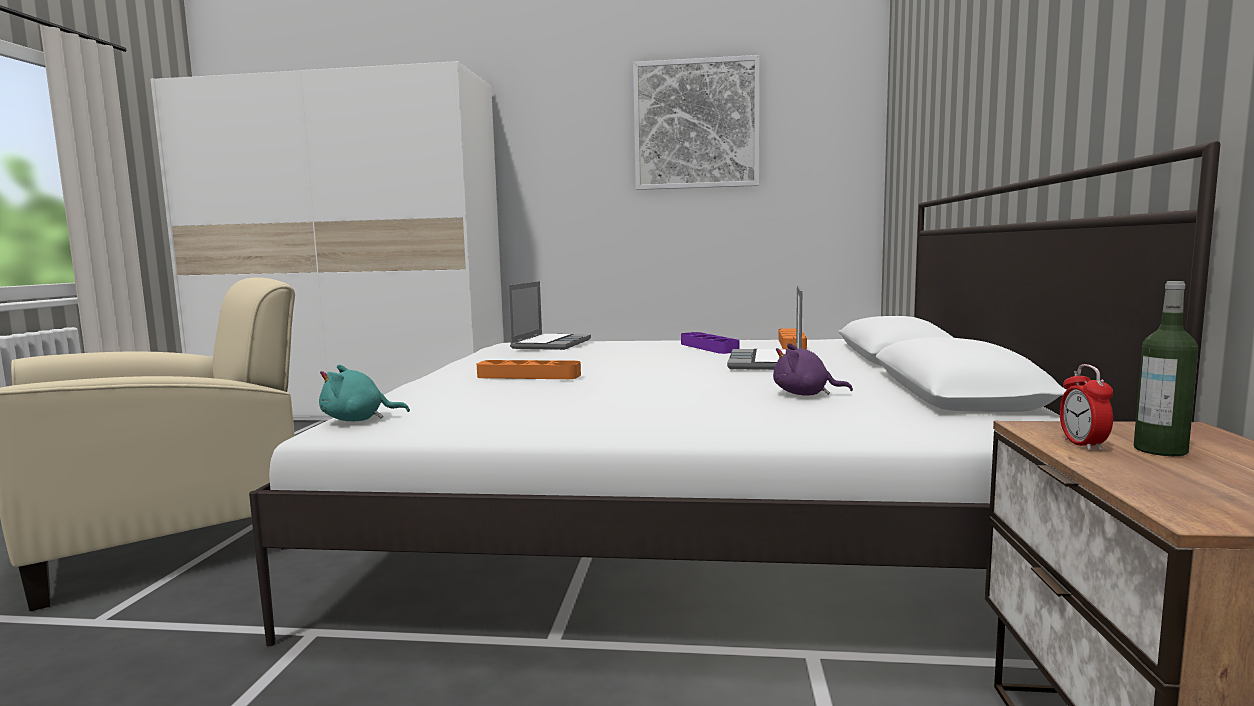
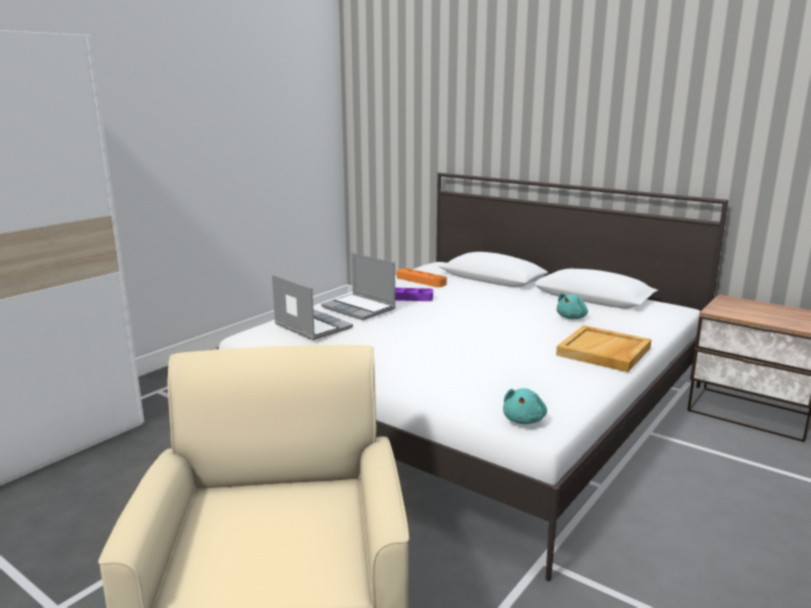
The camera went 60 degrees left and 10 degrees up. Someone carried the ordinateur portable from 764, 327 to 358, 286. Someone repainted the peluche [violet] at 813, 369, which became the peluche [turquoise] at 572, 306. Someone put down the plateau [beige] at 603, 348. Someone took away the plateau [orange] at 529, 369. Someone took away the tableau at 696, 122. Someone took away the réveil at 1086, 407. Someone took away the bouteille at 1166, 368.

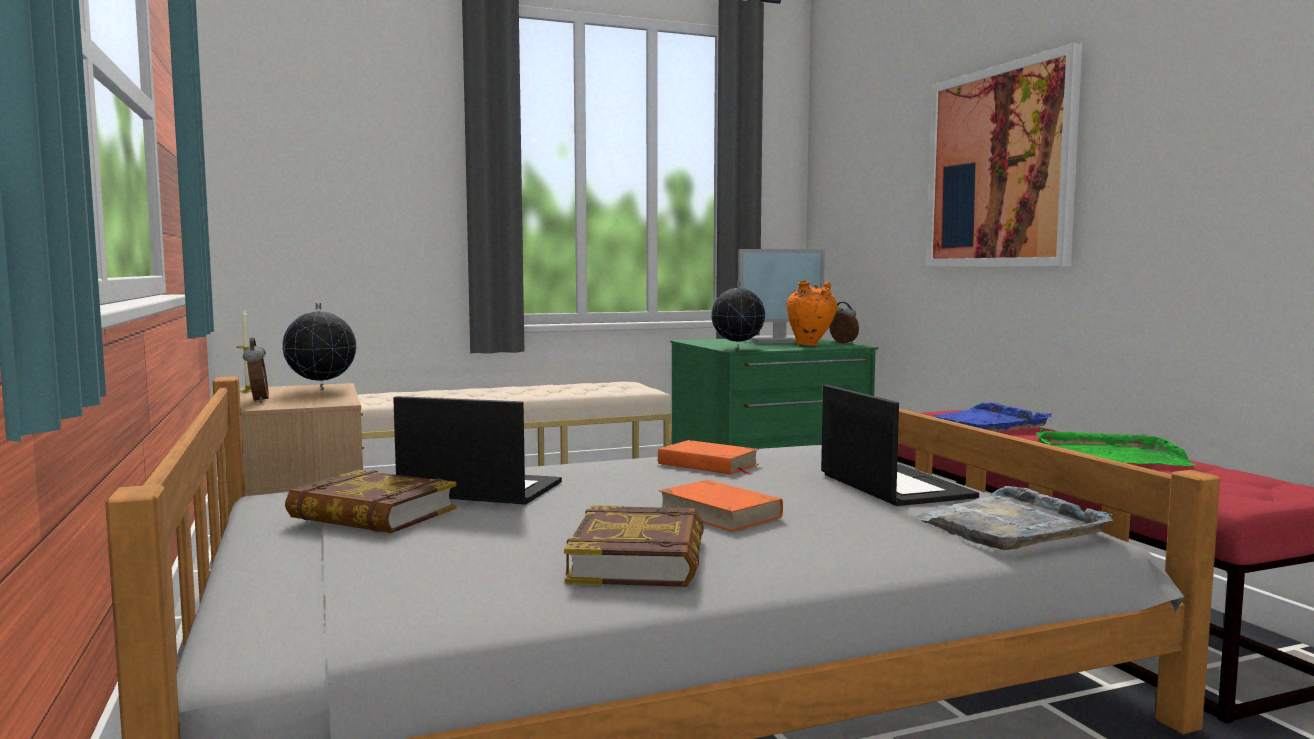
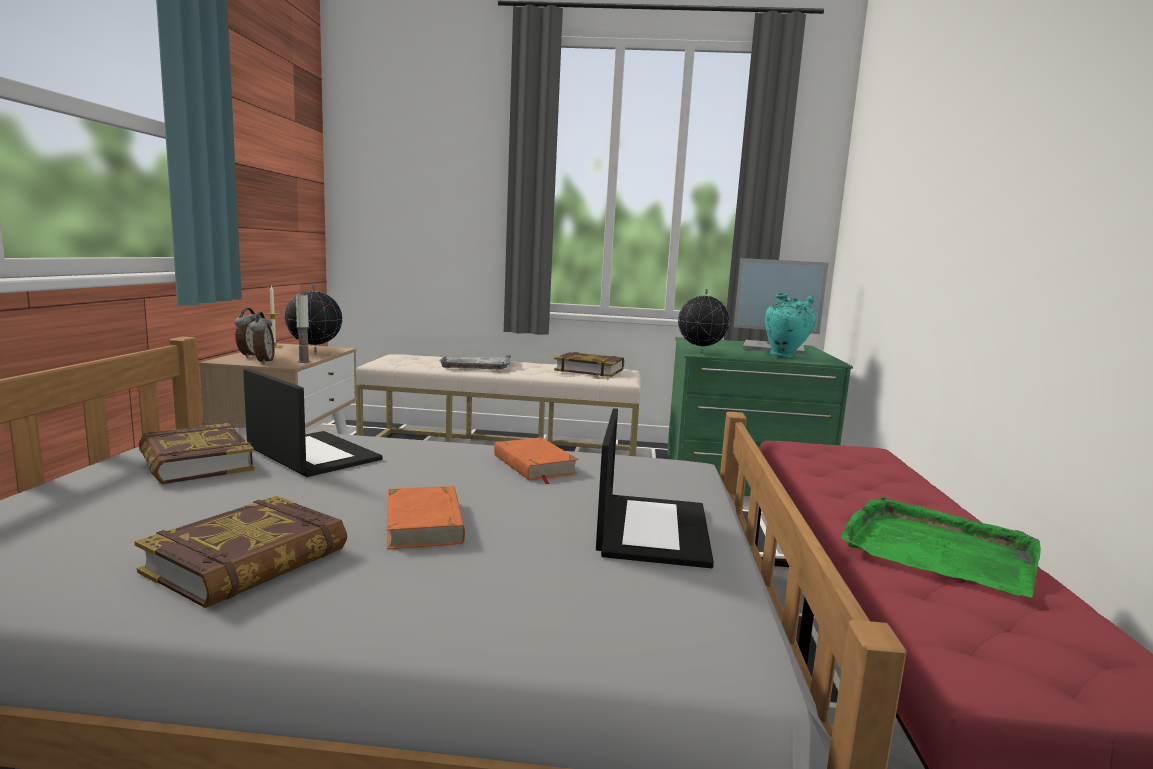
The camera went 25 degrees right and 5 degrees up. Someone carried the réveil from 844, 323 to 262, 338. Someone put down the bougie at 303, 328. Someone carried the plateau [gris] from 1012, 518 to 476, 362. Someone put down the livre at 589, 364. Someone repainted the vase [orange] at 812, 313, which became the vase [turquoise] at 791, 325. Someone took away the tableau at 1004, 155. Someone took away the plateau [bleu] at 992, 417.

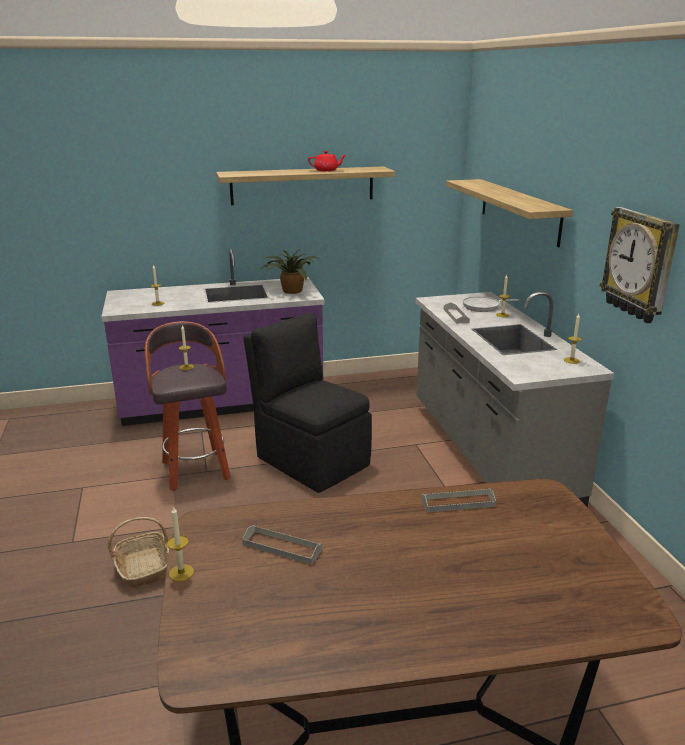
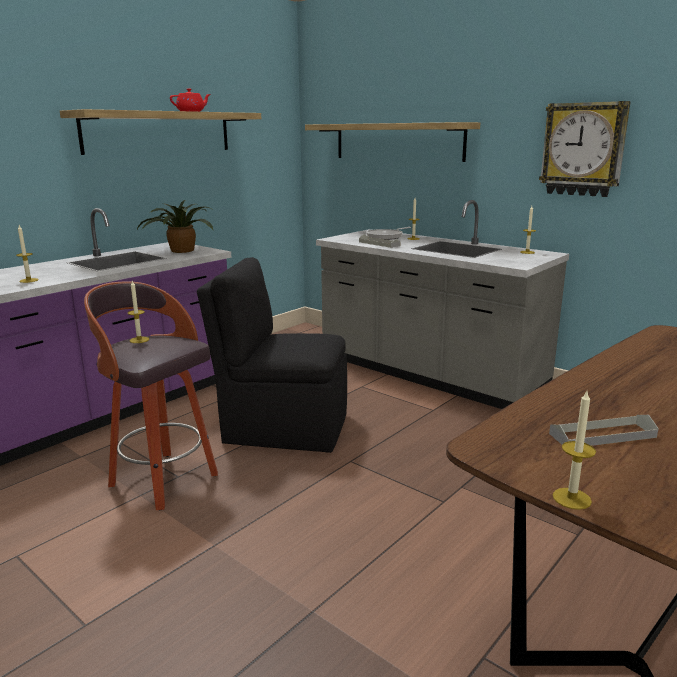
The camera went 35 degrees left and 5 degrees down. Someone took away the panier at 138, 552. Someone took away the plateau [gris] at 459, 500.

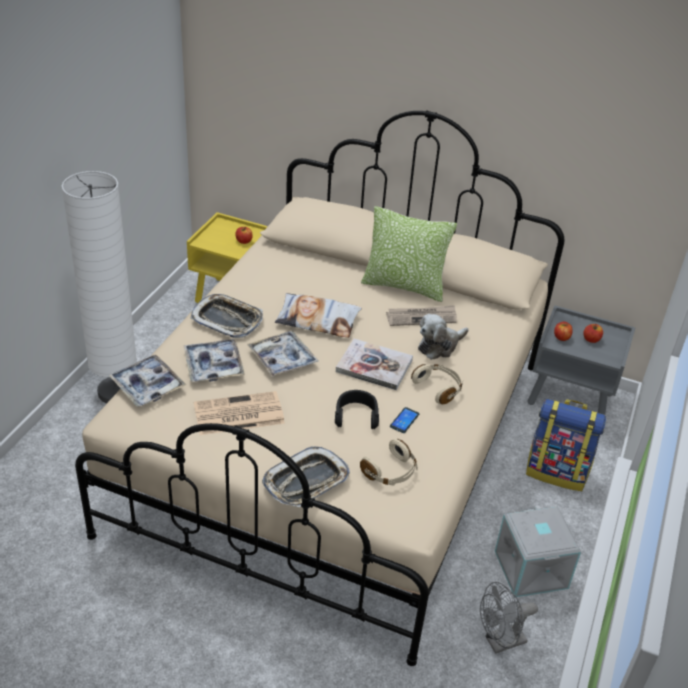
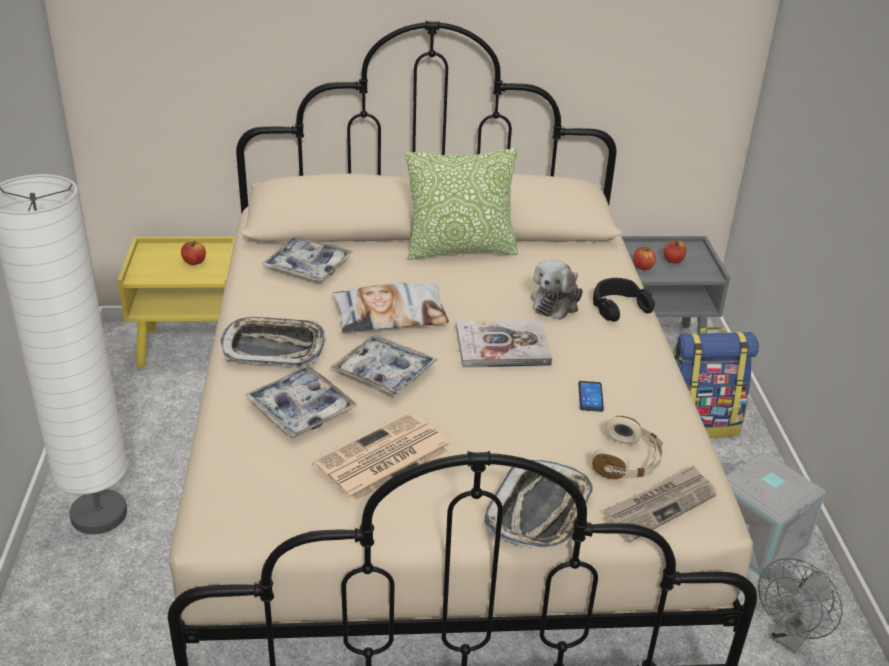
The camera went 25 degrees left and 5 degrees down. Someone carried the plateau from 147, 381 to 307, 259. Someone carried the casque audio [noir] from 357, 409 to 624, 300. Someone carried the journal from 421, 315 to 660, 504. Someone took away the casque audio [beige] at 437, 384.

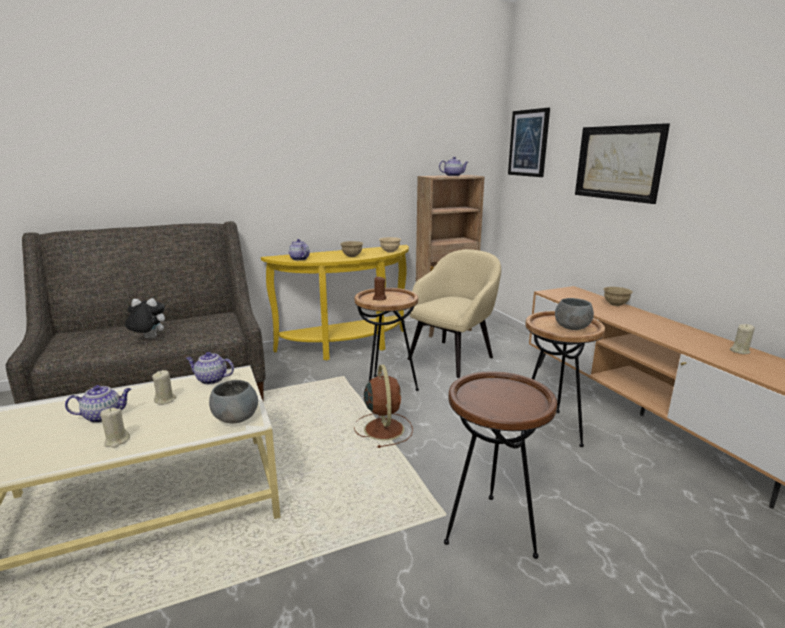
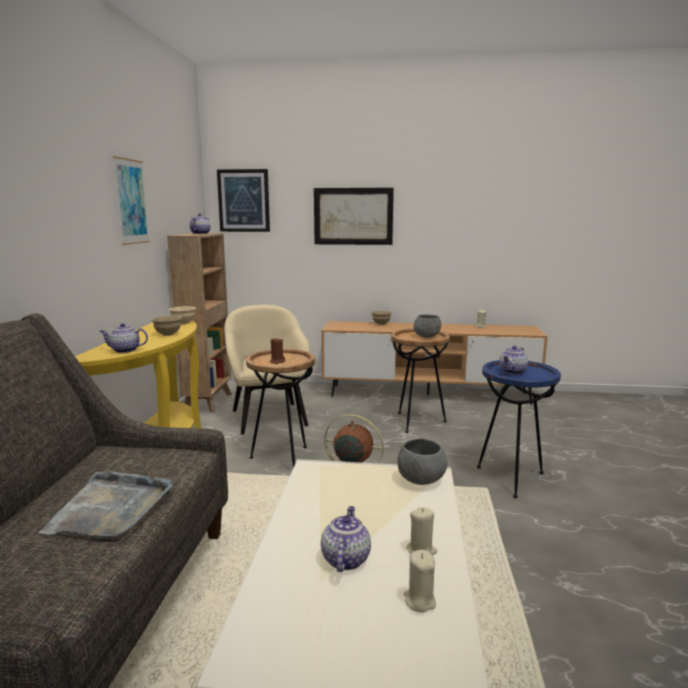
The camera went 60 degrees left and 5 degrees down. Someone swapped the peluche at 145, 318 for the plateau [gris] at 105, 506. Someone put up the tableau at 131, 200. Someone carried the bougie [beige] from 164, 387 to 420, 581. Someone repainted the table d'appoint [marron] at 500, 465, which became the table d'appoint [bleu] at 519, 429. Someone carried the théière from 210, 368 to 513, 360.

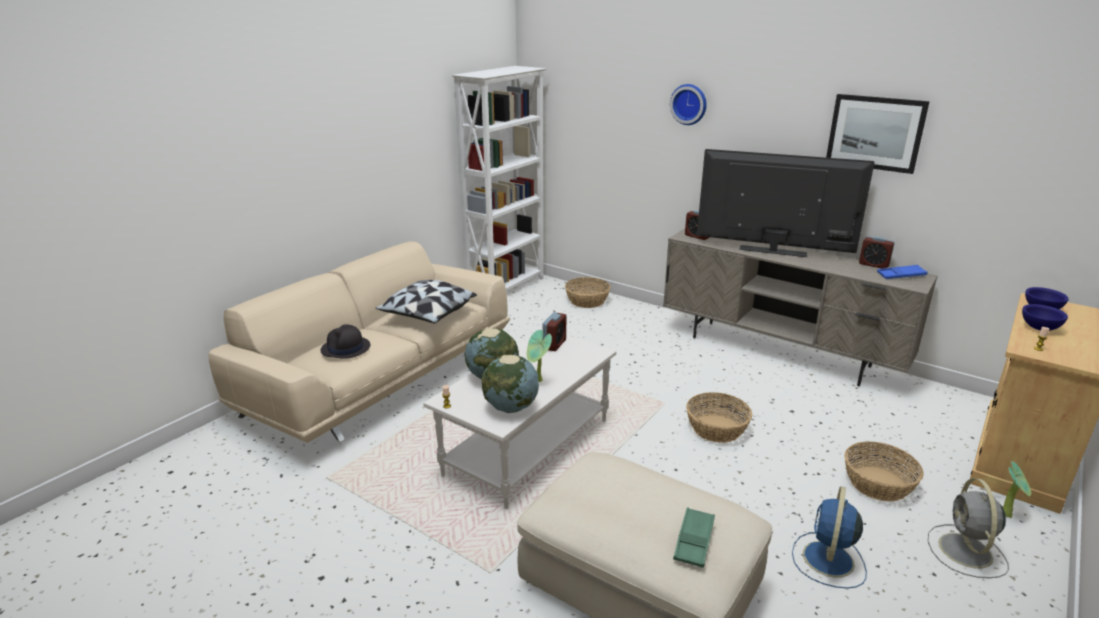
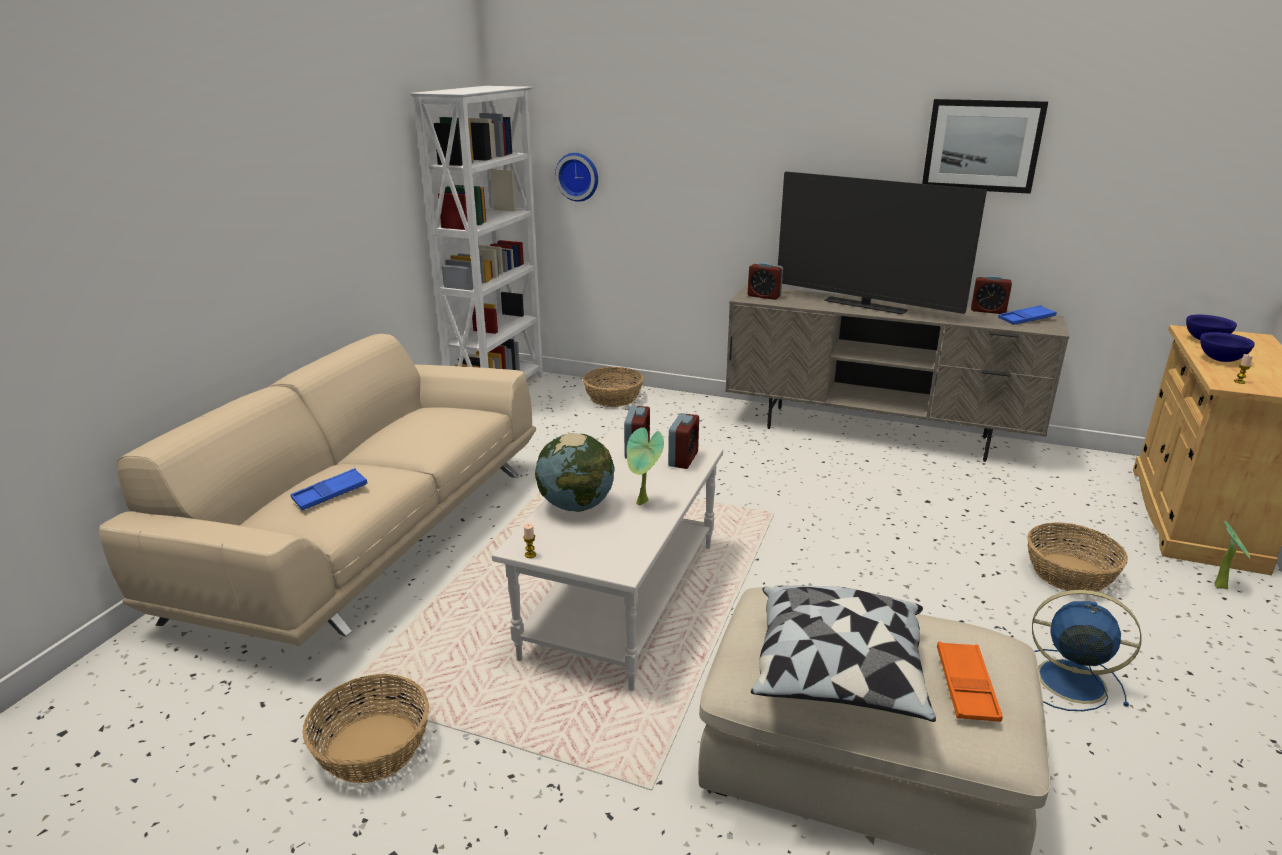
The camera went 15 degrees left and 0 degrees up. Someone swapped the chapeau [noir] at 345, 341 for the plateau [bleu] at 328, 489. Someone carried the panier from 719, 417 to 365, 728. Someone carried the horloge murale from 688, 104 to 576, 177. Someone put down the réveil at 683, 441. Someone carried the coussin from 426, 302 to 843, 653. Someone rotated the téléviseur at 786, 203 by 150 degrees counterclockwise. Someone repainted the plateau [vert] at 694, 537, which became the plateau [orange] at 970, 682. Someone rotated the ventilateur [bleu] at 829, 537 by 105 degrees clockwise. Someone took away the globe at 510, 384. Someone took away the ventilateur [gris] at 968, 528.

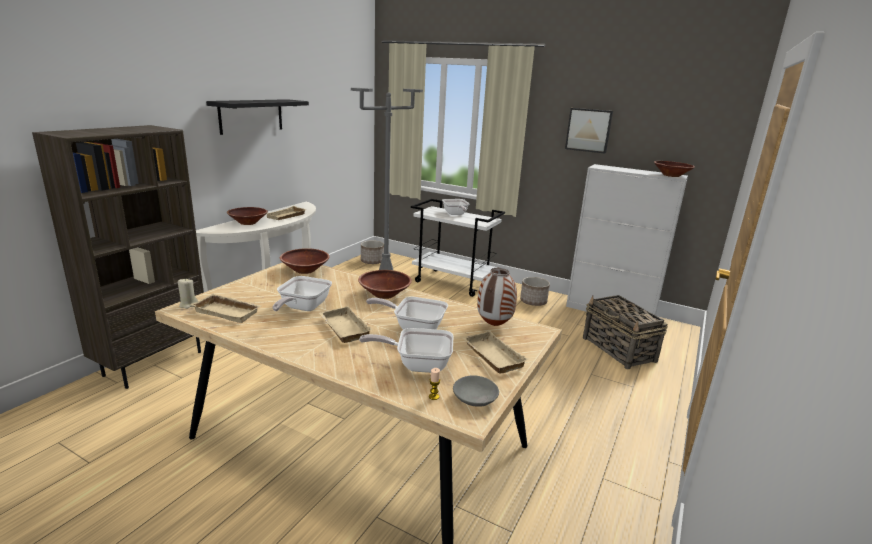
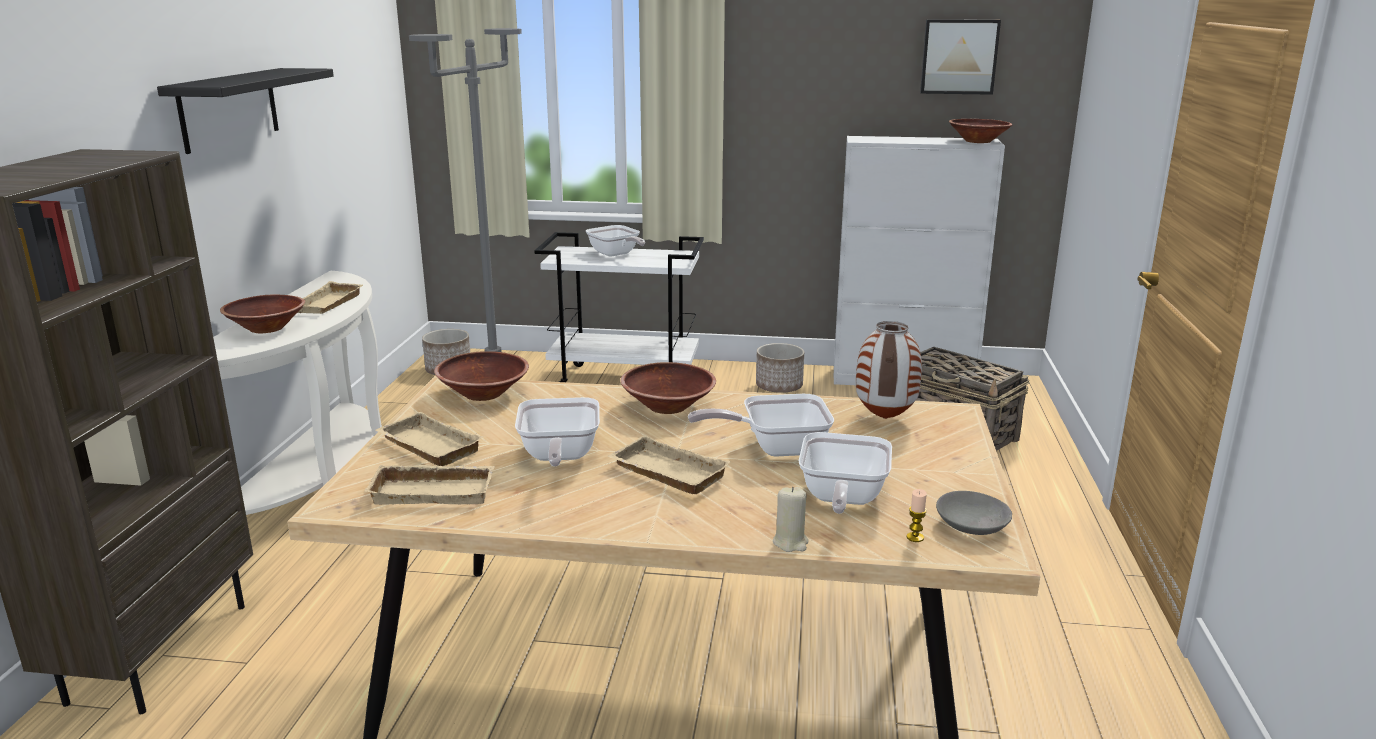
The camera went 20 degrees left and 0 degrees up. Someone carried the plateau [beige] from 495, 352 to 429, 439. Someone carried the bougie [beige] from 188, 294 to 791, 519. Someone rotated the poêle at 406, 350 by 60 degrees counterclockwise. Someone carried the tableau from 589, 131 to 960, 57.

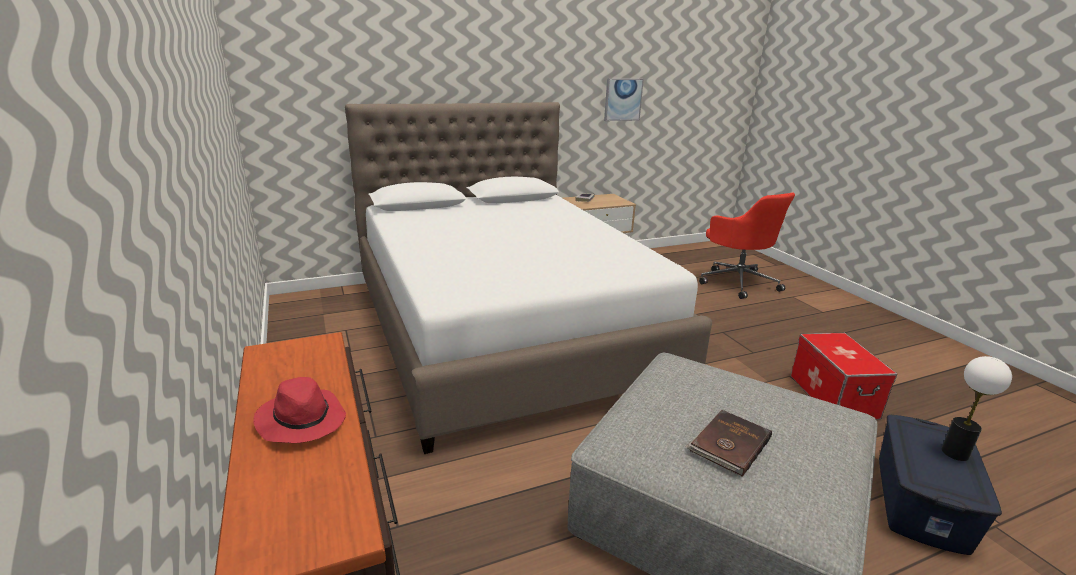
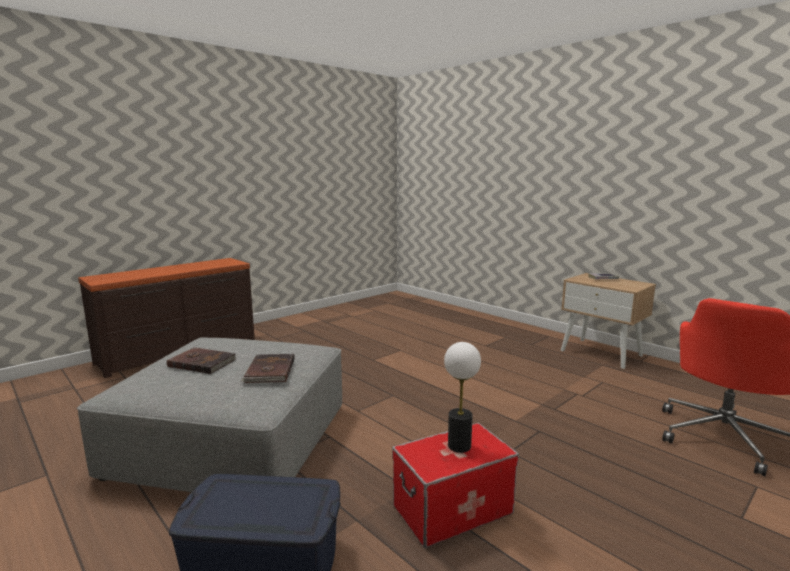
The camera went 70 degrees right and 10 degrees down. Someone put down the livre [marron] at 268, 368. Someone carried the lampe de table from 976, 408 to 462, 397. Someone took away the chapeau [rouge] at 299, 410. Someone took away the lit [blanc] at 528, 278. Someone took away the tableau at 624, 99.

